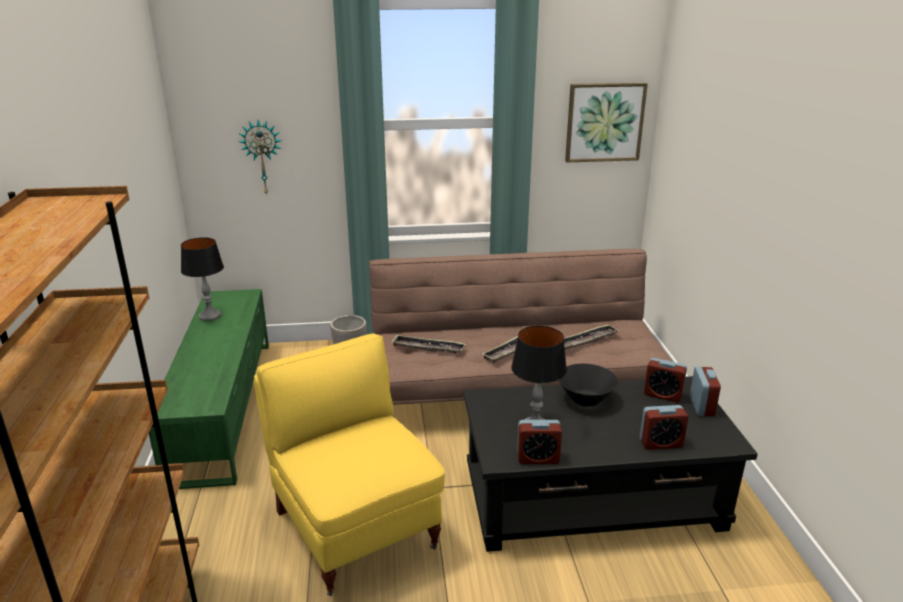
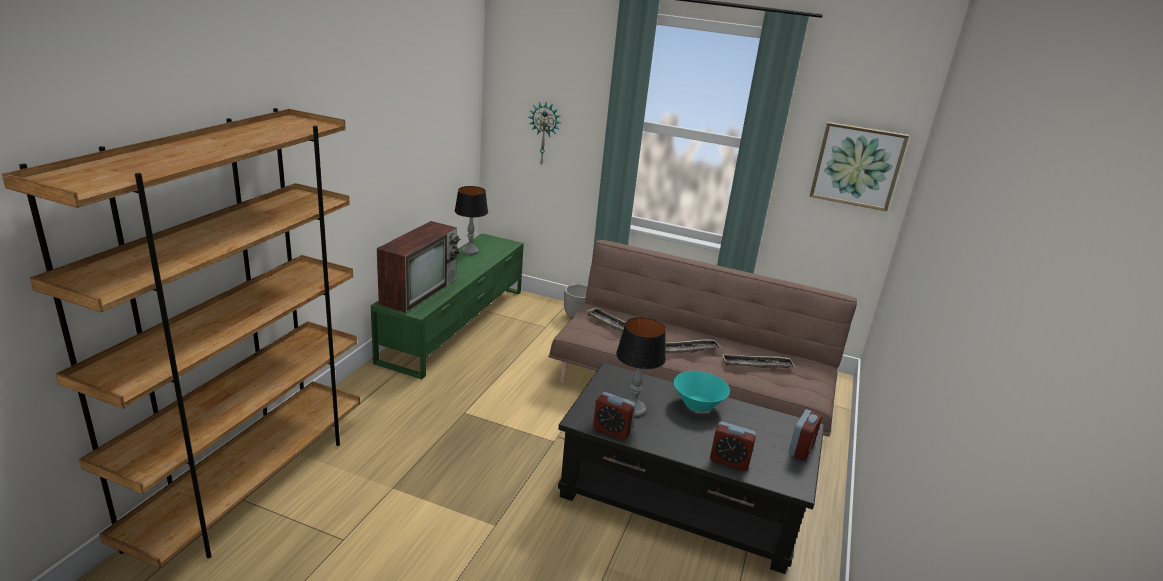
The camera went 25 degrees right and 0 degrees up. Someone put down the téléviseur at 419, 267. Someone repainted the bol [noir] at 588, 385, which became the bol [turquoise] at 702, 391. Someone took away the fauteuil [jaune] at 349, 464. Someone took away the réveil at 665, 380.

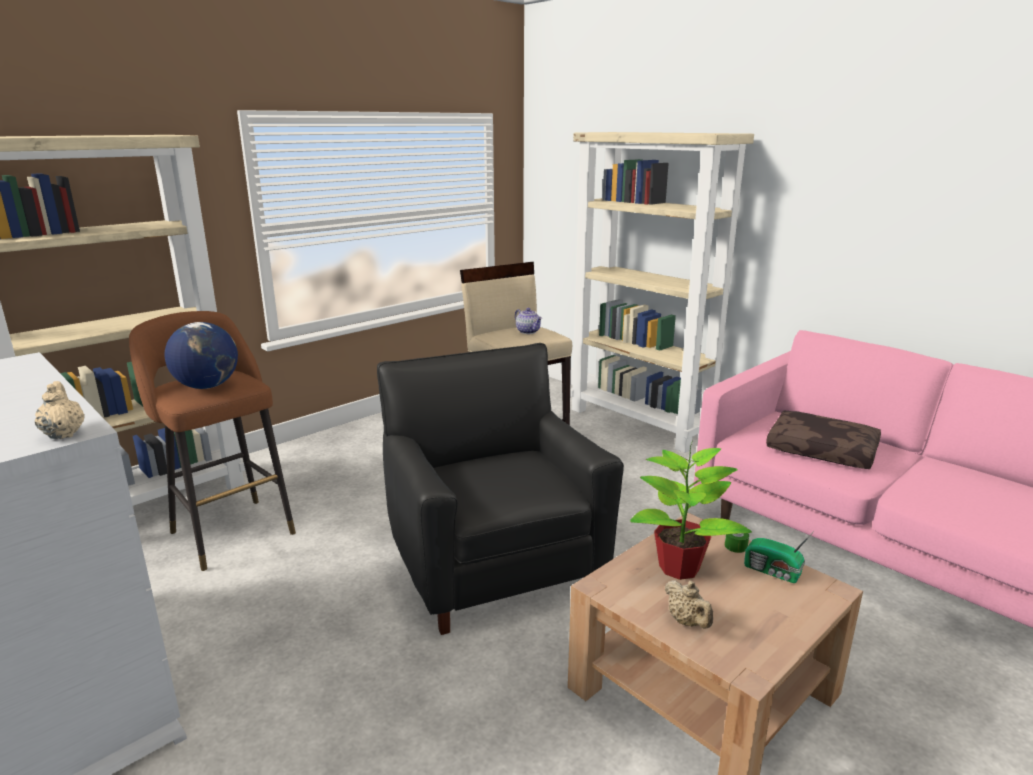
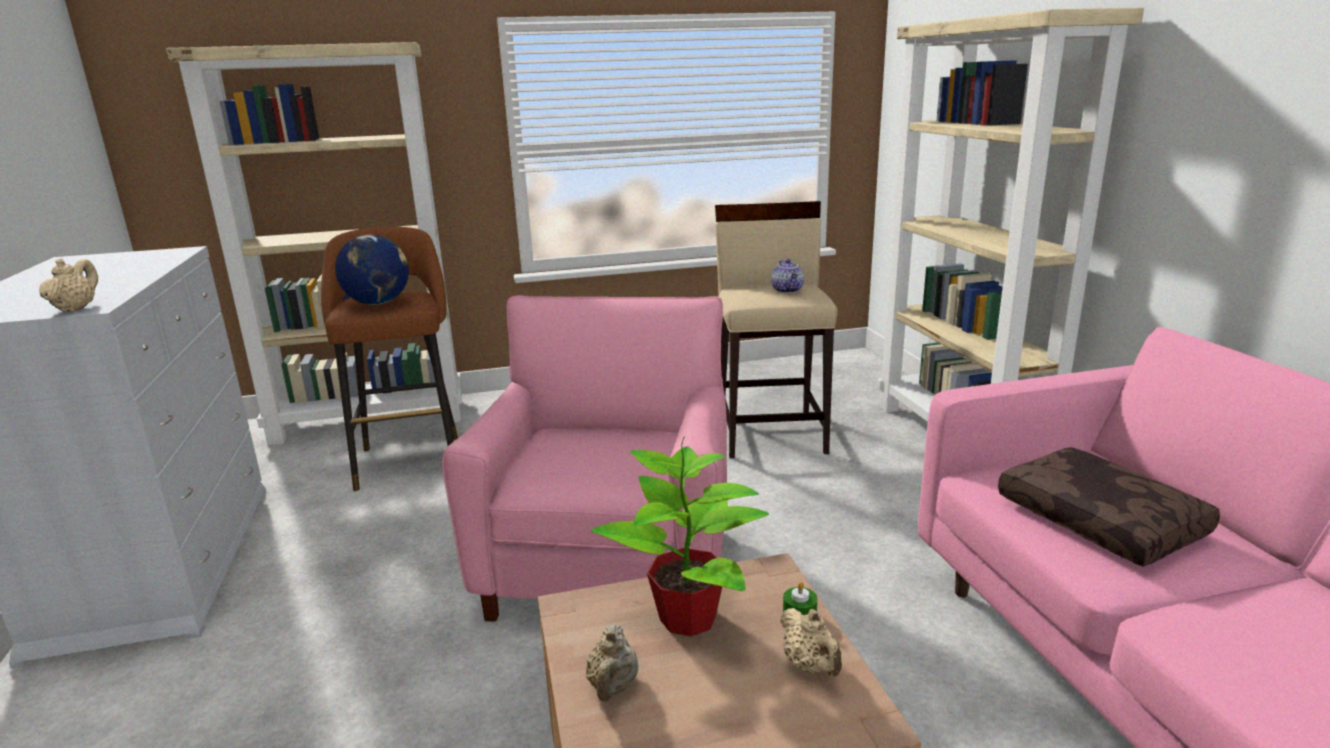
The camera went 30 degrees right and 0 degrees up. Someone repainted the fauteuil [noir] at 500, 489, which became the fauteuil [rose] at 584, 458. Someone swapped the radio at 779, 557 for the théière [beige] at 811, 642.

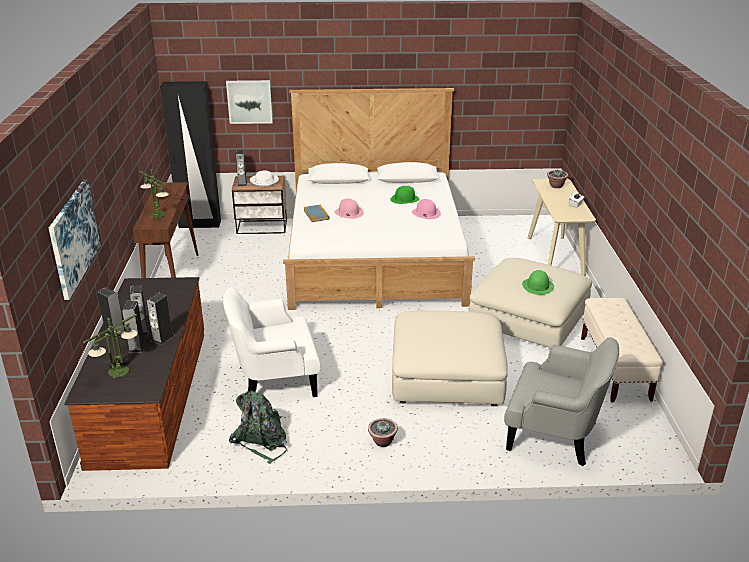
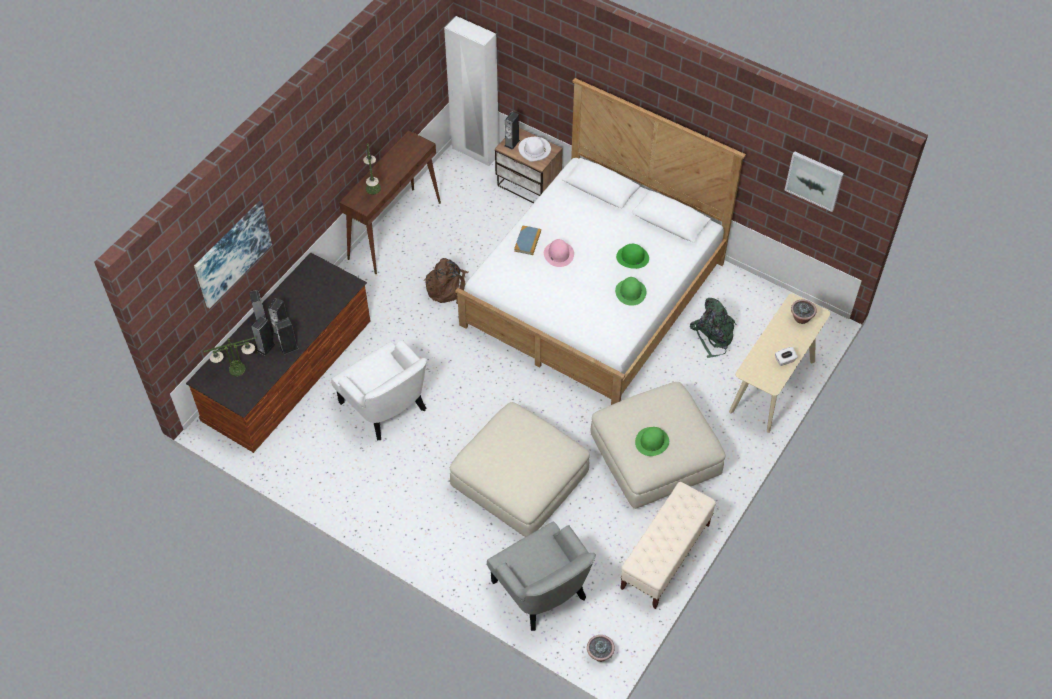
The camera went 35 degrees right and 25 degrees up. Someone rotated the fauteuil [blanc] at 272, 342 by 150 degrees counterclockwise. Someone put down the sac à dos [marron] at 446, 281. Someone repainted the armoire [noir] at 190, 154, which became the armoire [blanc] at 471, 91. Someone carried the plante en pot from 383, 432 to 601, 648. Someone repainted the chapeau [rose] at 426, 209, which became the chapeau [vert] at 630, 291. Someone carried the sac à dos [vert] from 258, 427 to 713, 328. Someone carried the tableau from 249, 102 to 814, 181.

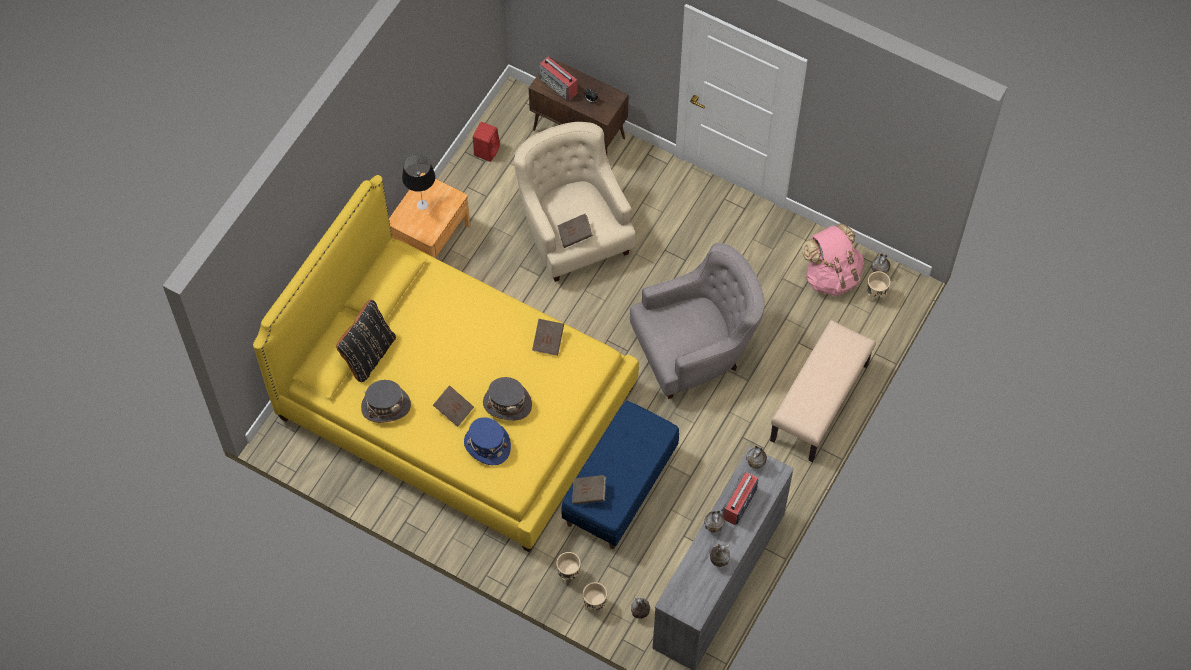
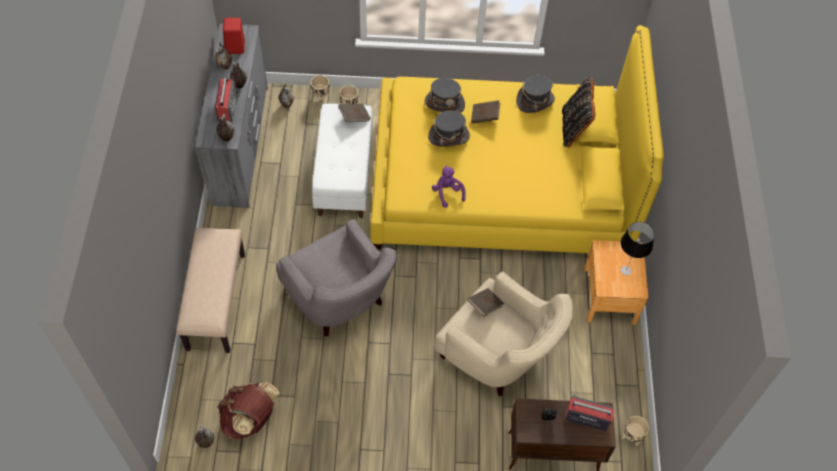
The camera went 150 degrees right and 5 degrees down. Someone repainted the sac à dos [rose] at 833, 259, which became the sac à dos [marron] at 248, 410. Someone carried the enceinte [rouge] from 486, 142 to 234, 36. Someone rotated the fauteuil [gris] at 697, 321 by 75 degrees counterclockwise. Someone repainted the banc [bleu] at 620, 474, which became the banc [blanc] at 342, 160. Someone repainted the chapeau [bleu] at 487, 441, which became the chapeau [gris] at 445, 95. Someone swapped the livre [marron] at 548, 337 for the peluche [violet] at 449, 186. Someone carried the cache-pot [beige] from 879, 286 to 635, 431.

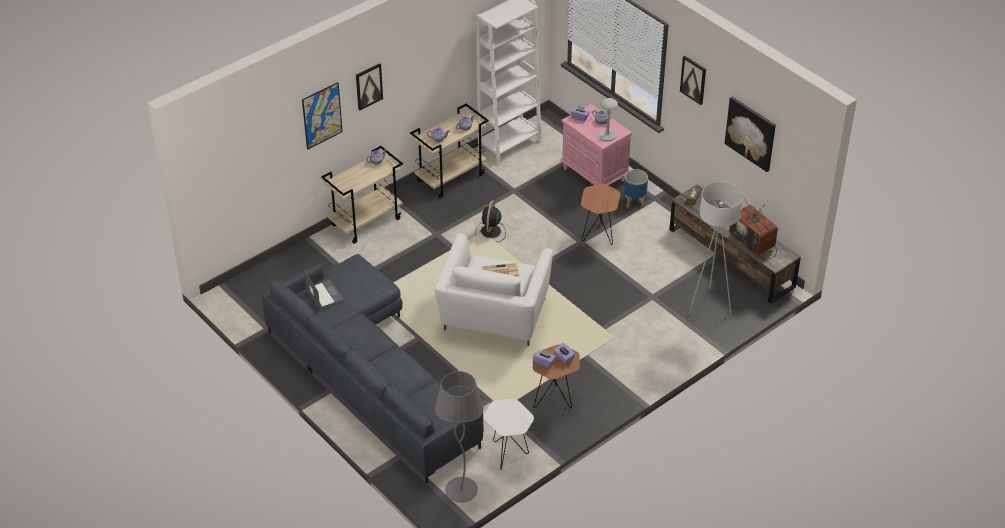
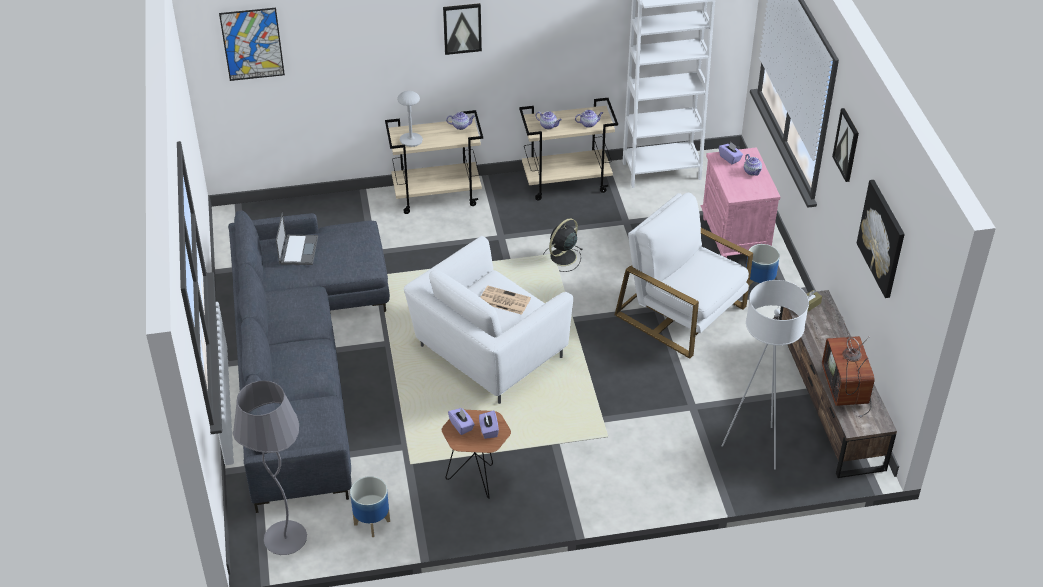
The camera went 30 degrees right and 0 degrees up. Someone carried the tableau from 322, 116 to 252, 44. Someone swapped the table d'appoint [blanc] at 508, 434 for the cache-pot at 370, 506. Someone carried the lampe de table [gris] from 608, 119 to 410, 119. Someone swapped the table d'appoint [marron] at 600, 214 for the fauteuil [blanc] at 683, 276.

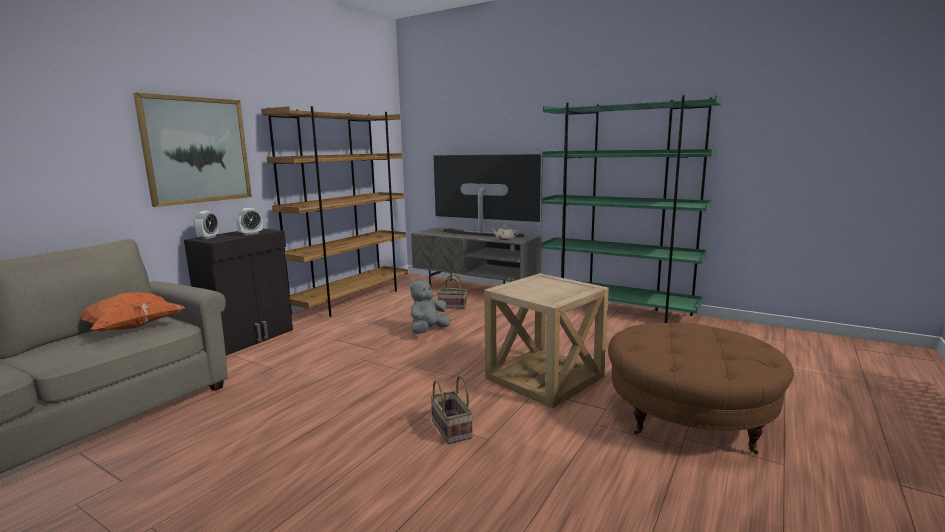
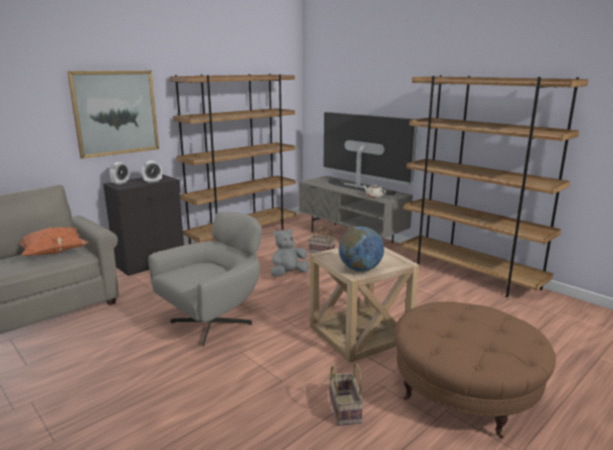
The camera went 15 degrees right and 5 degrees up. Someone put down the fauteuil [gris] at 205, 279. Someone carried the panier from 451, 409 to 346, 394. Someone put down the globe at 361, 249. Someone repainted the bibliothèque [vert] at 631, 209, which became the bibliothèque [marron] at 494, 186.

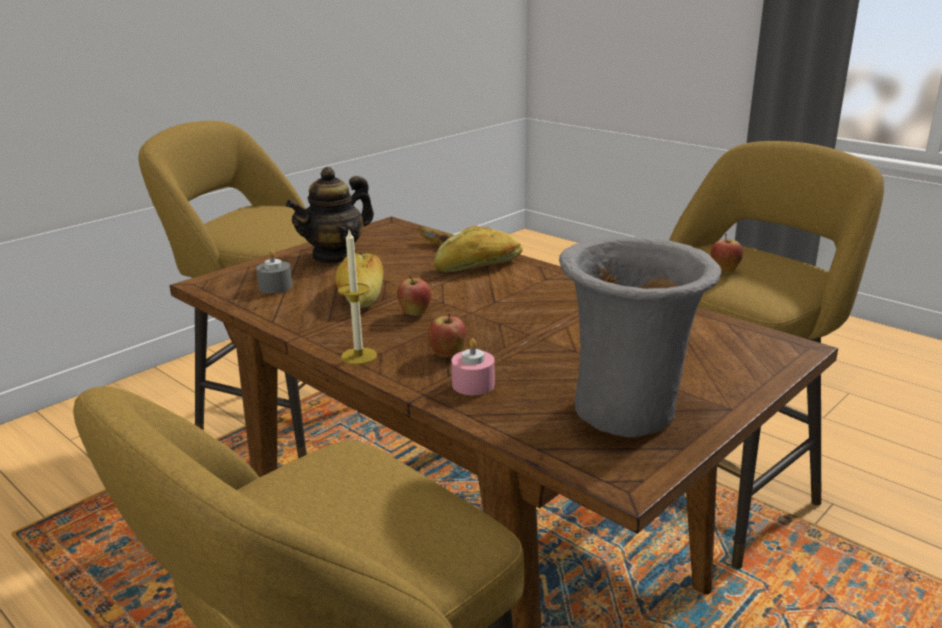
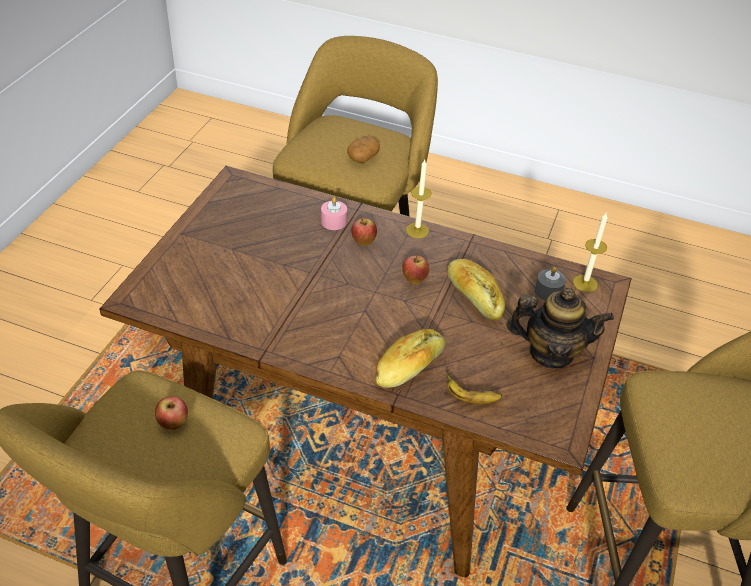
The camera went 155 degrees right and 20 degrees up. Someone put down the pomme de terre at 363, 149. Someone rotated the théière at 330, 215 by 75 degrees clockwise. Someone put down the bougie at 590, 252. Someone took away the vase [gris] at 640, 336.

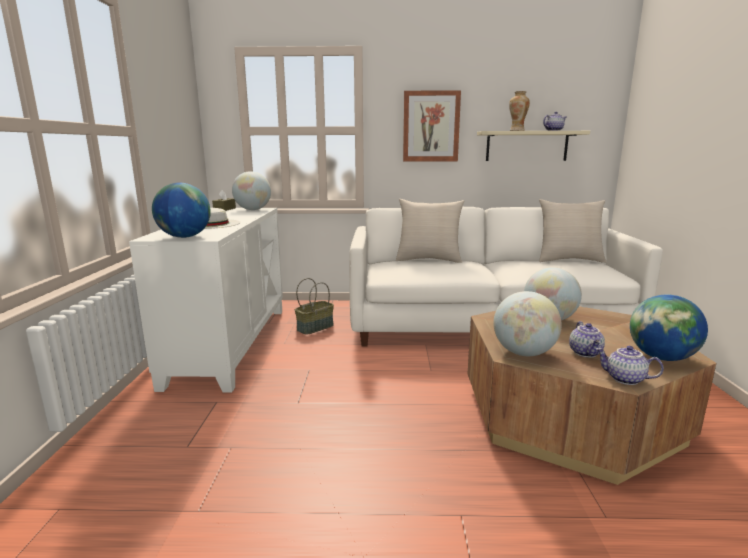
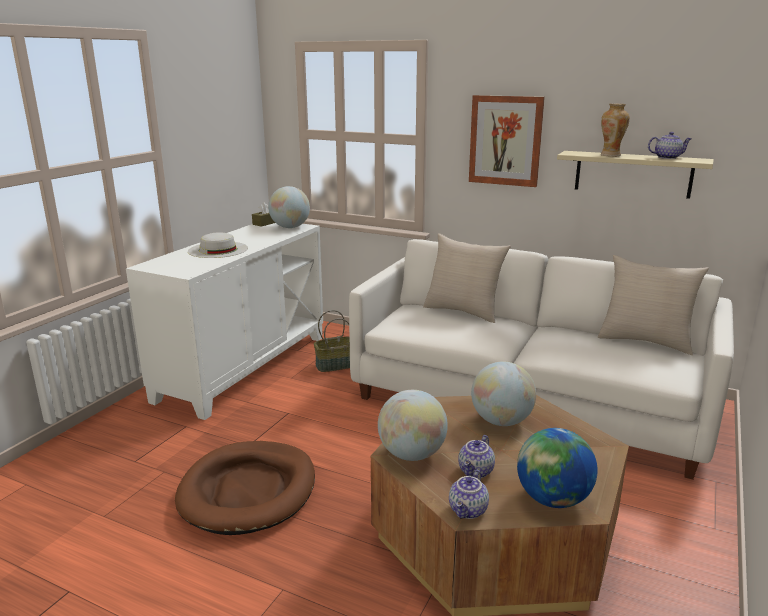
The camera went 25 degrees right and 5 degrees up. Someone put down the panier pour chien [marron] at 245, 488. Someone rotated the théière at 629, 365 by 120 degrees counterclockwise. Someone took away the globe at 181, 210.

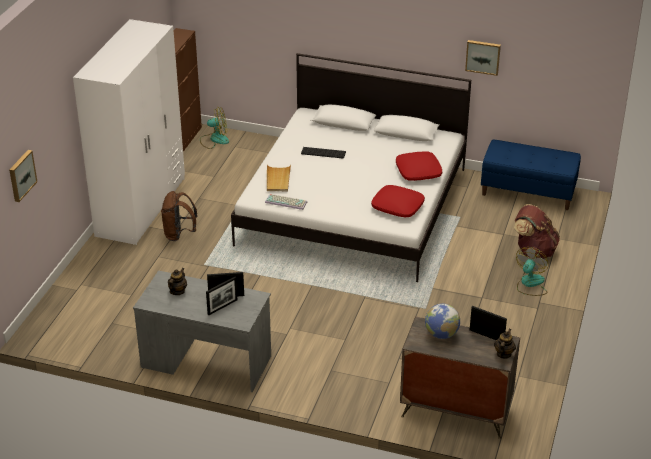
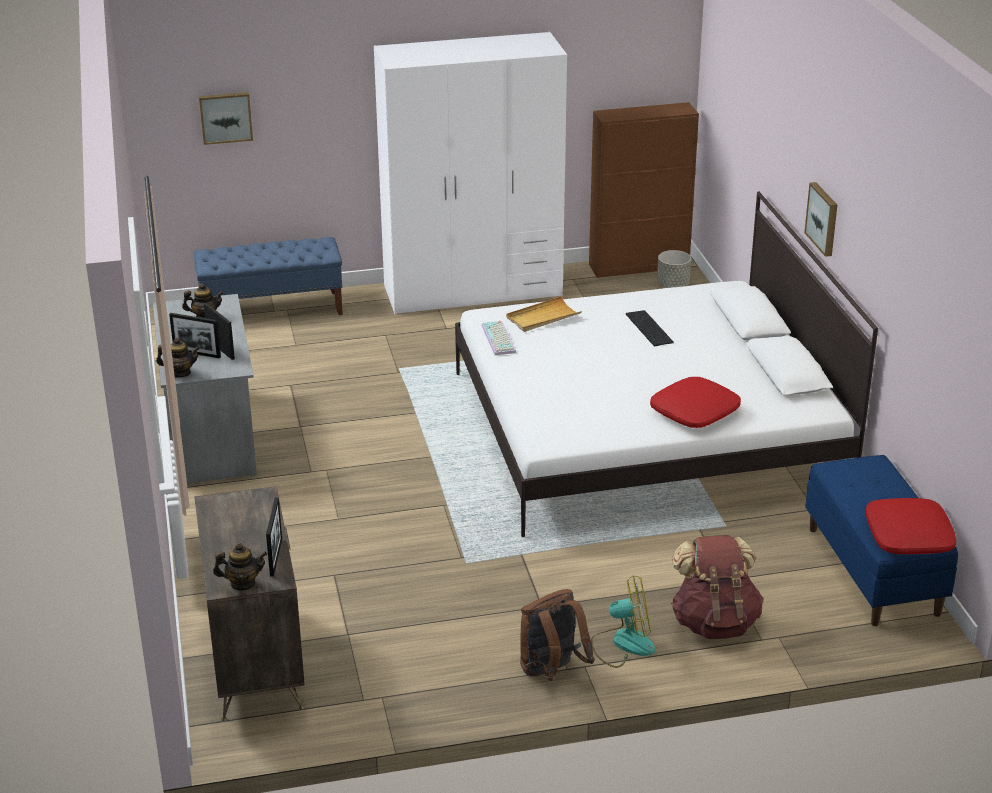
The camera went 60 degrees right and 5 degrees down. Someone put down the théière at 178, 358. Someone put down the banc [bleu] at 268, 276. Someone carried the sac à dos [marron] from 179, 216 to 557, 635. Someone swapped the ventilateur at 214, 128 for the cache-pot [gris] at 674, 269. Someone carried the tableau from 483, 58 to 820, 219. Someone carried the coussin [rouge] from 398, 201 to 911, 526. Someone took away the globe at 442, 321.

